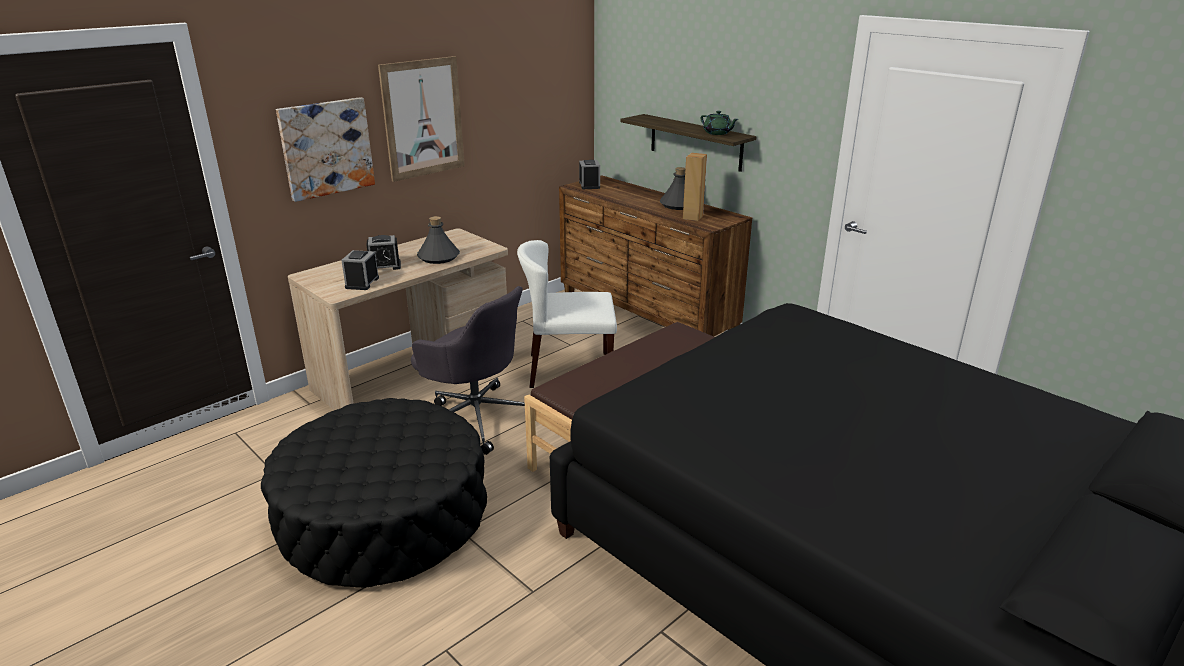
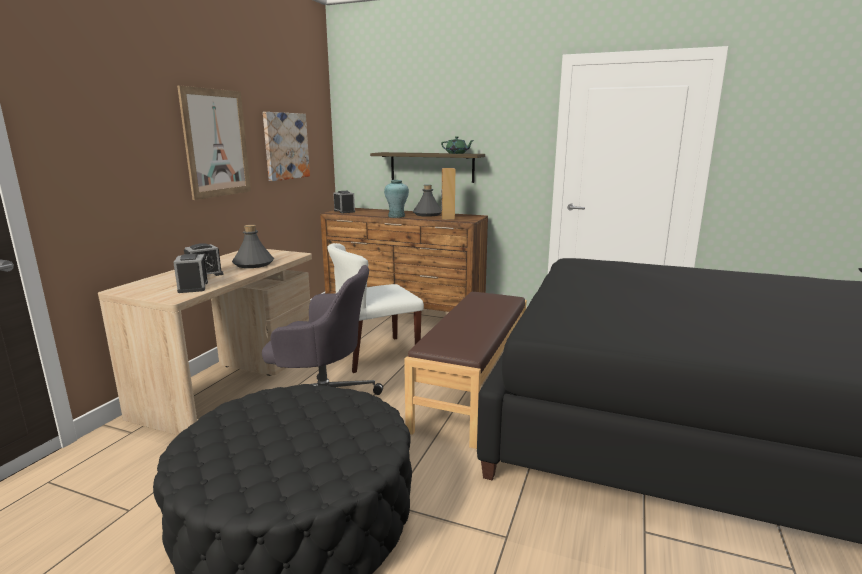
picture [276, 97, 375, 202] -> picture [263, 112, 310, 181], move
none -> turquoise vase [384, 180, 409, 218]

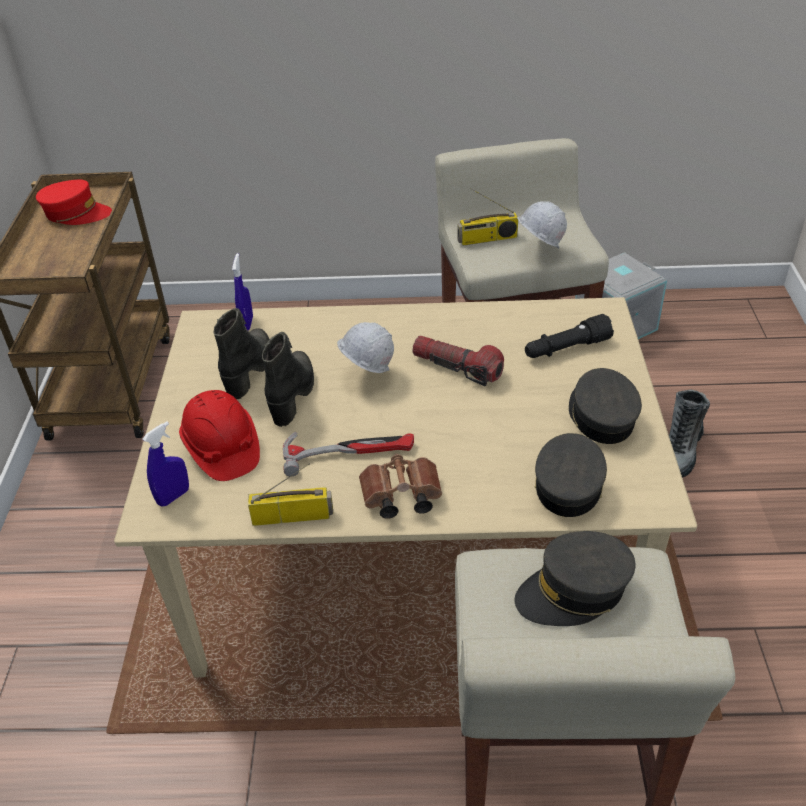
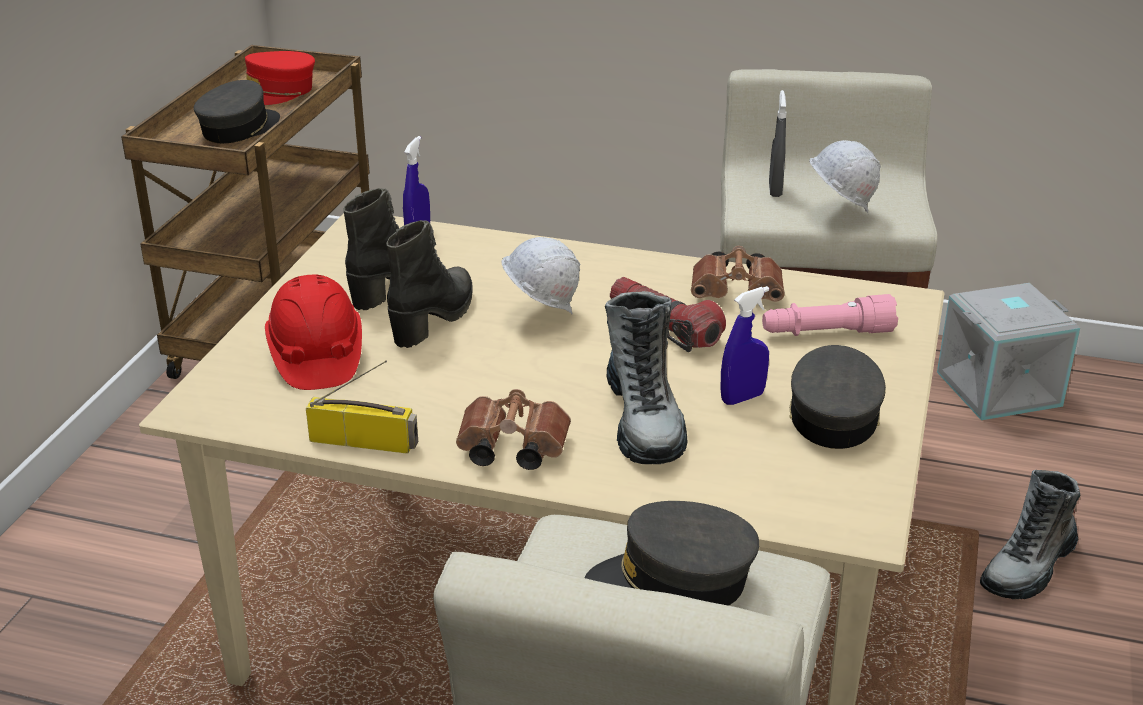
red cap [36, 180, 112, 225] -> red cap [245, 51, 315, 105], 120 degrees clockwise
blue spray bottle [143, 422, 189, 507] -> blue spray bottle [721, 286, 769, 405], move
hammer [283, 432, 414, 476] -> none
radio [457, 188, 518, 246] -> grey spray bottle [769, 90, 787, 197]
black flashlight [525, 314, 614, 358] -> pink flashlight [762, 294, 898, 336]
grey cap [534, 433, 607, 517] -> grey cap [194, 80, 280, 143], move
none -> boot [605, 291, 687, 464]
none -> brown binoculars [691, 246, 785, 302]

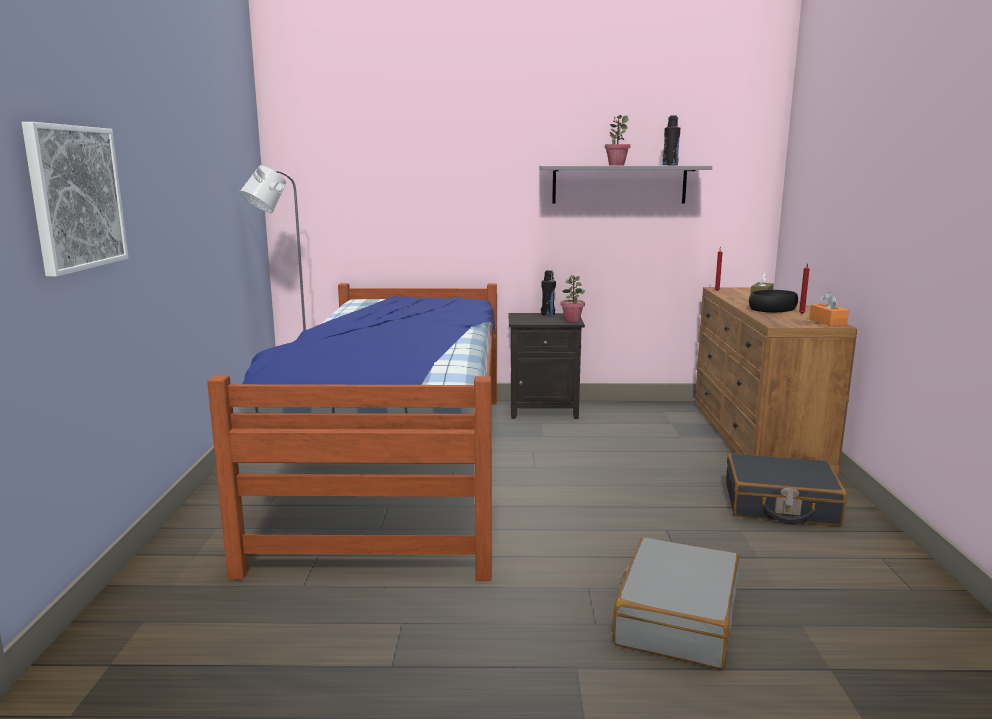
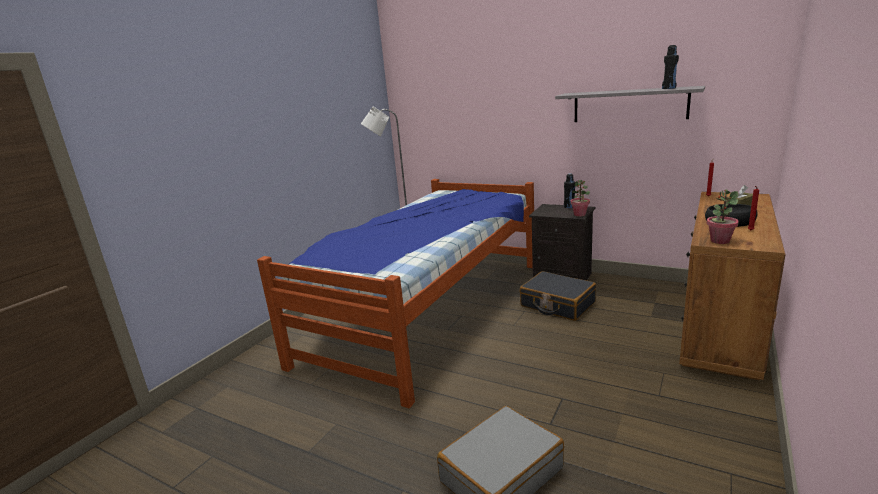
picture [22, 122, 129, 277] -> none
potted plant [605, 115, 630, 165] -> potted plant [706, 189, 739, 244], move
black suitcase [726, 453, 847, 526] -> black suitcase [520, 271, 596, 321], move
orange tissue box [809, 292, 849, 326] -> none

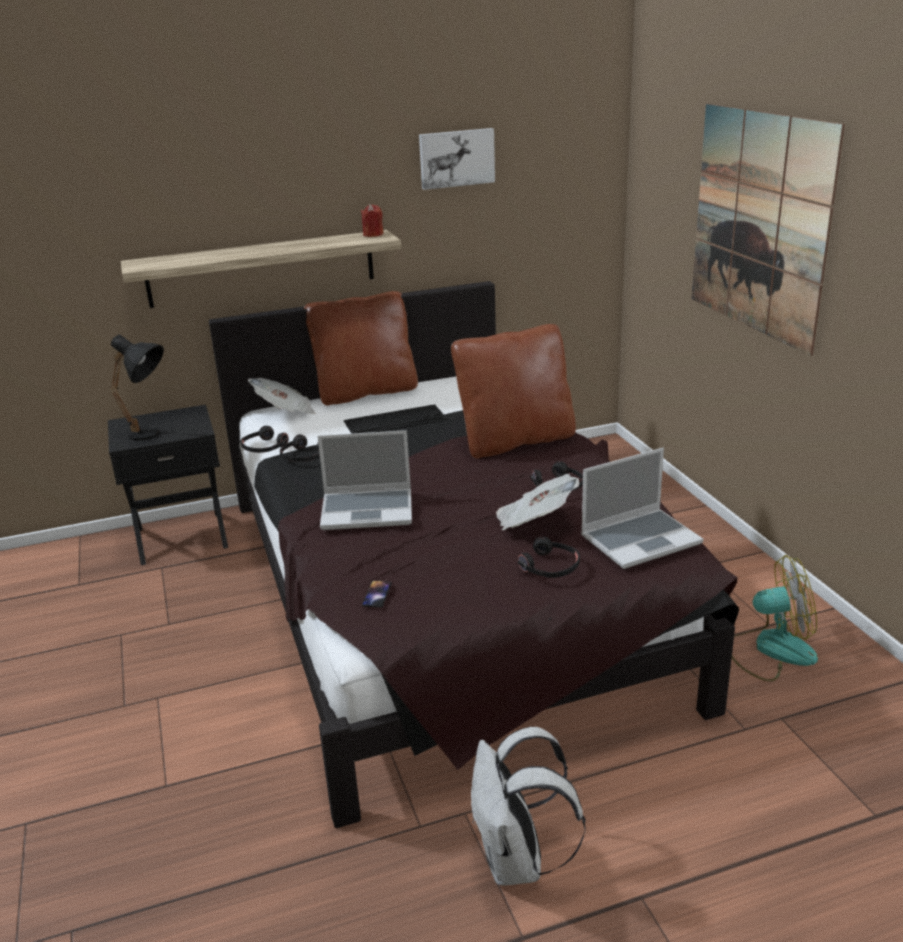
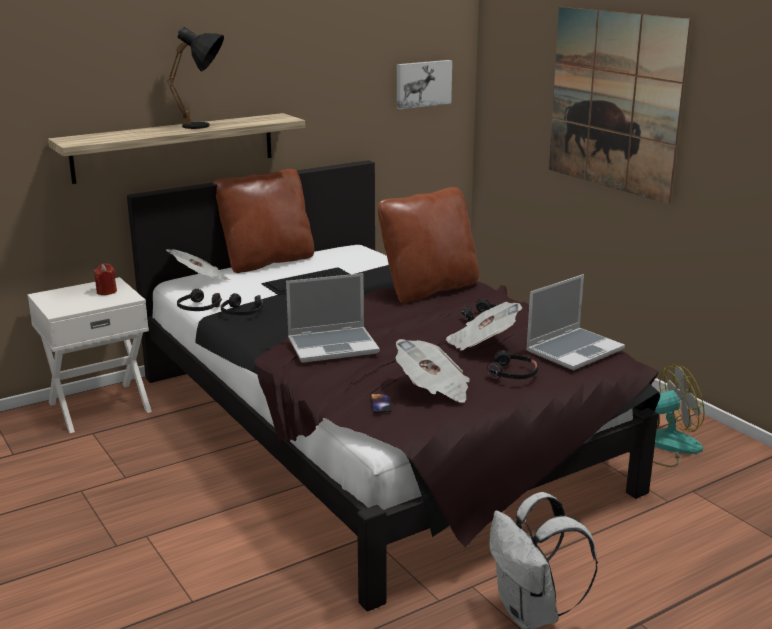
black nightstand [108, 405, 228, 565] -> white nightstand [27, 277, 152, 433]
black table lamp [109, 334, 164, 441] -> black table lamp [167, 27, 224, 129], move
red candle [361, 204, 384, 237] -> red candle [93, 263, 117, 295], move
picture [419, 128, 495, 190] -> picture [397, 60, 452, 109], move
none -> newspaper [396, 339, 470, 403]

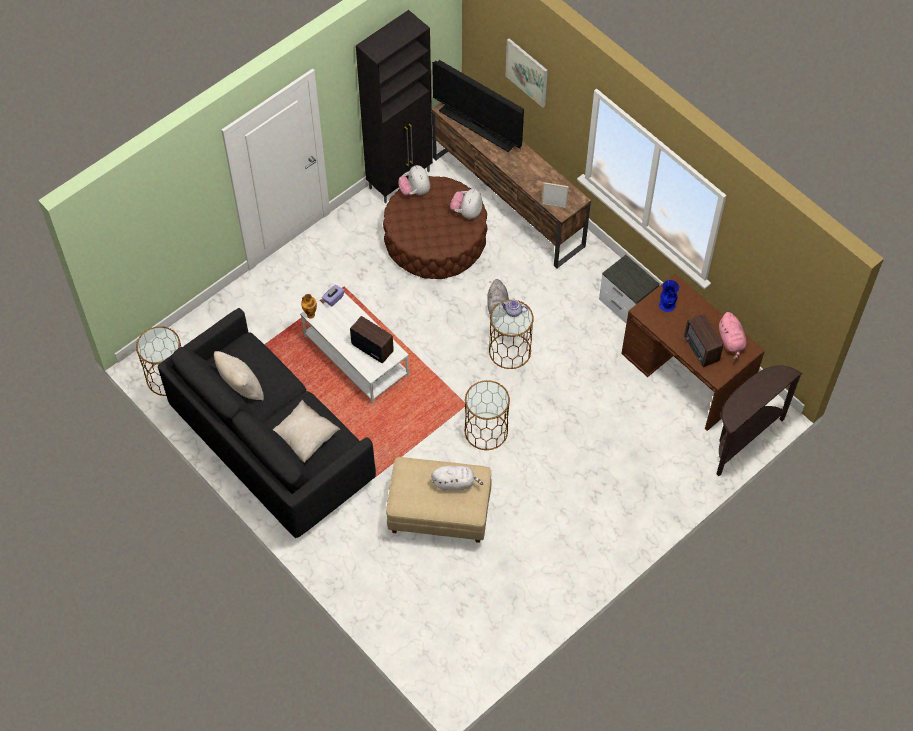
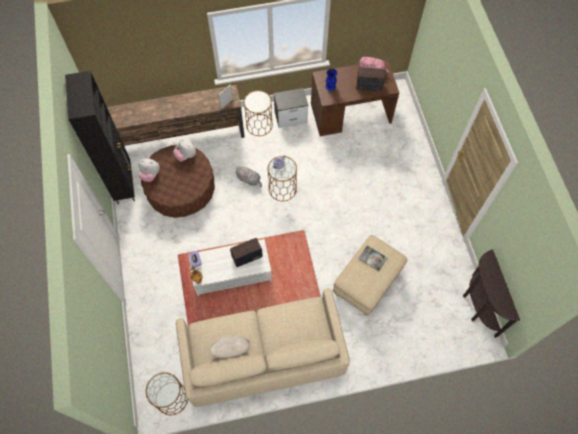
black sofa [158, 308, 376, 538] -> beige sofa [176, 288, 350, 407]
beige pillow [273, 400, 340, 463] -> none
white plush toy [431, 466, 483, 491] -> book [358, 245, 387, 271]
television [432, 60, 524, 152] -> none
brown side table [465, 380, 510, 450] -> brown side table [244, 90, 273, 136], move
picture [506, 38, 548, 107] -> none
brown console table [717, 365, 802, 476] -> brown console table [463, 249, 520, 338], move

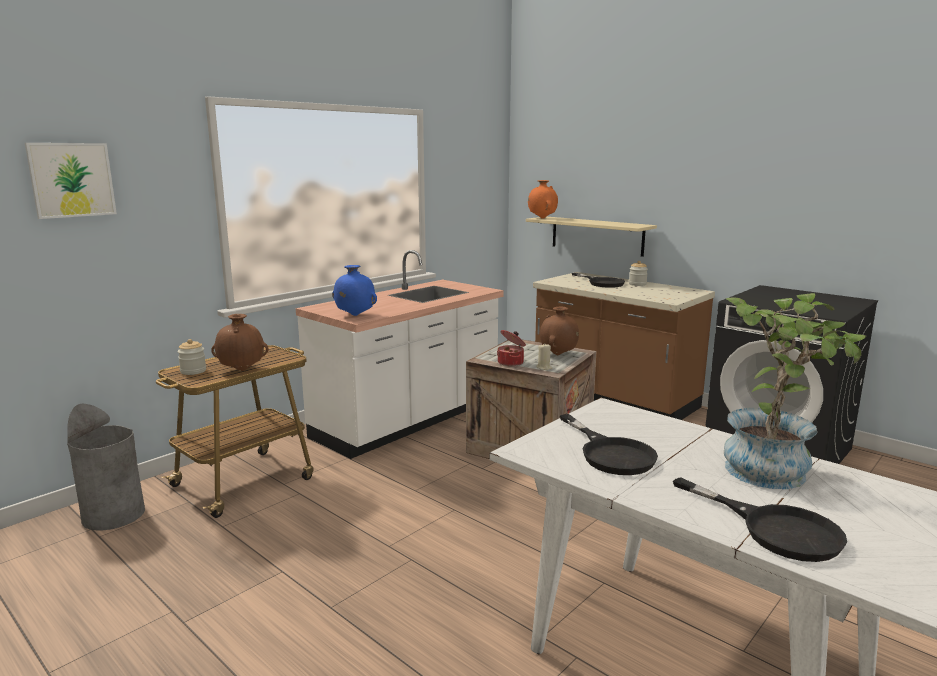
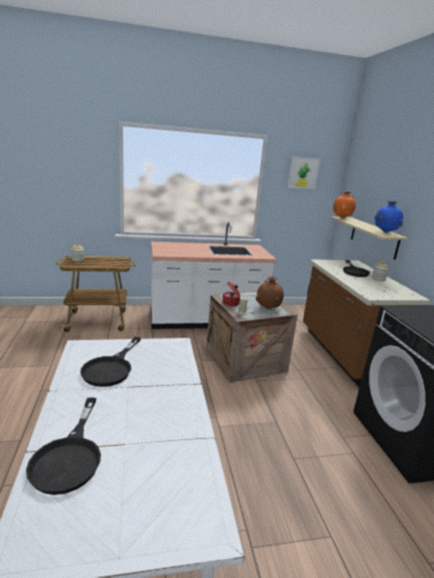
picture [25, 143, 117, 219] -> picture [288, 157, 320, 189], move
grey trash can [67, 404, 145, 531] -> none
brown vase [211, 314, 269, 371] -> none
blue vase [332, 265, 377, 316] -> blue vase [374, 201, 403, 233], move
potted plant [724, 293, 866, 489] -> none

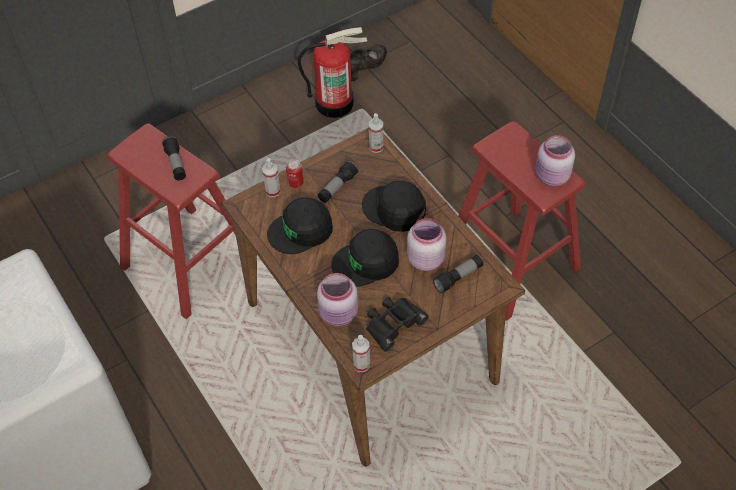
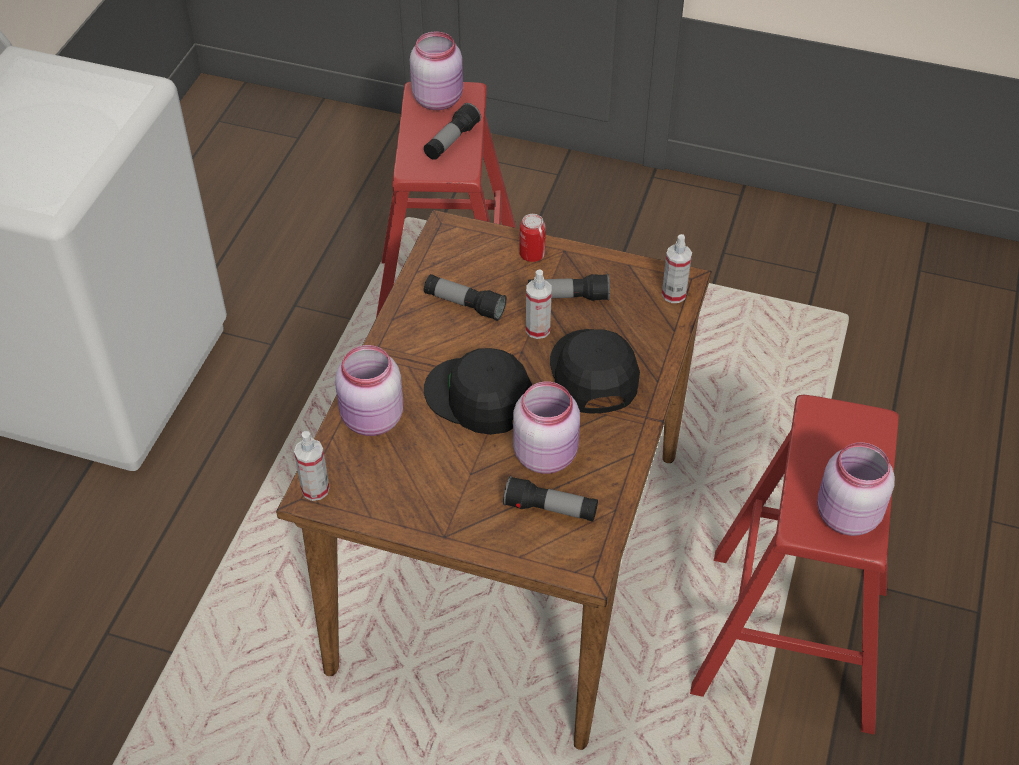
spray bottle [262, 158, 281, 197] -> spray bottle [526, 269, 552, 339], move
black cap [267, 197, 333, 254] -> flashlight [424, 274, 507, 321]
fire extinguisher [298, 27, 367, 118] -> none
black shoe [350, 45, 387, 81] -> none
black binoculars [366, 297, 429, 352] -> none
none -> pink jar [410, 31, 463, 110]

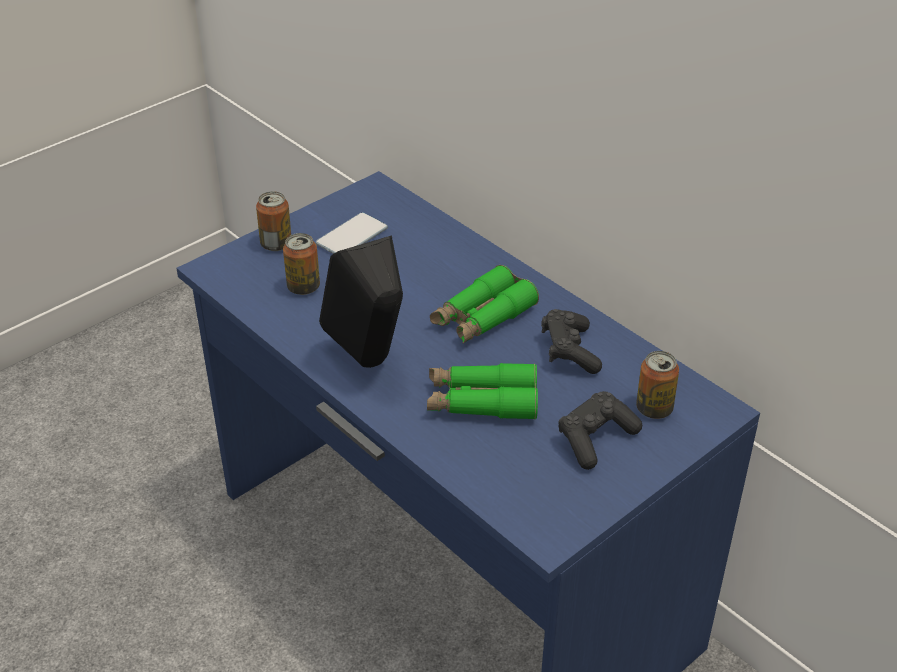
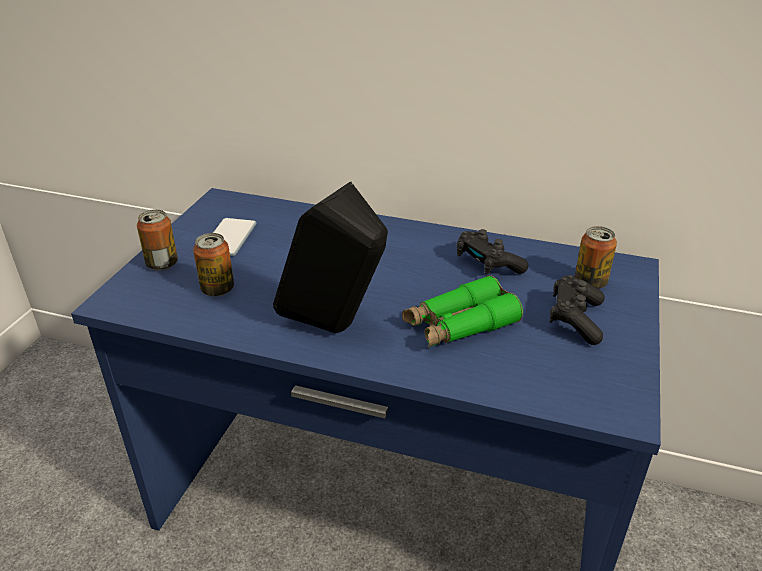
green binoculars [430, 265, 539, 343] -> none

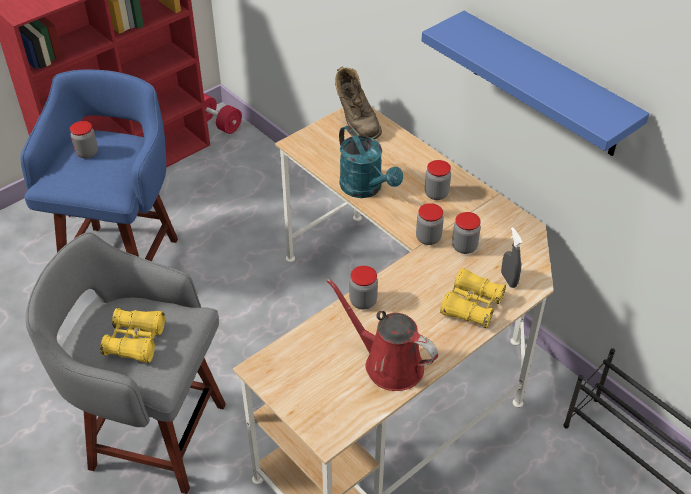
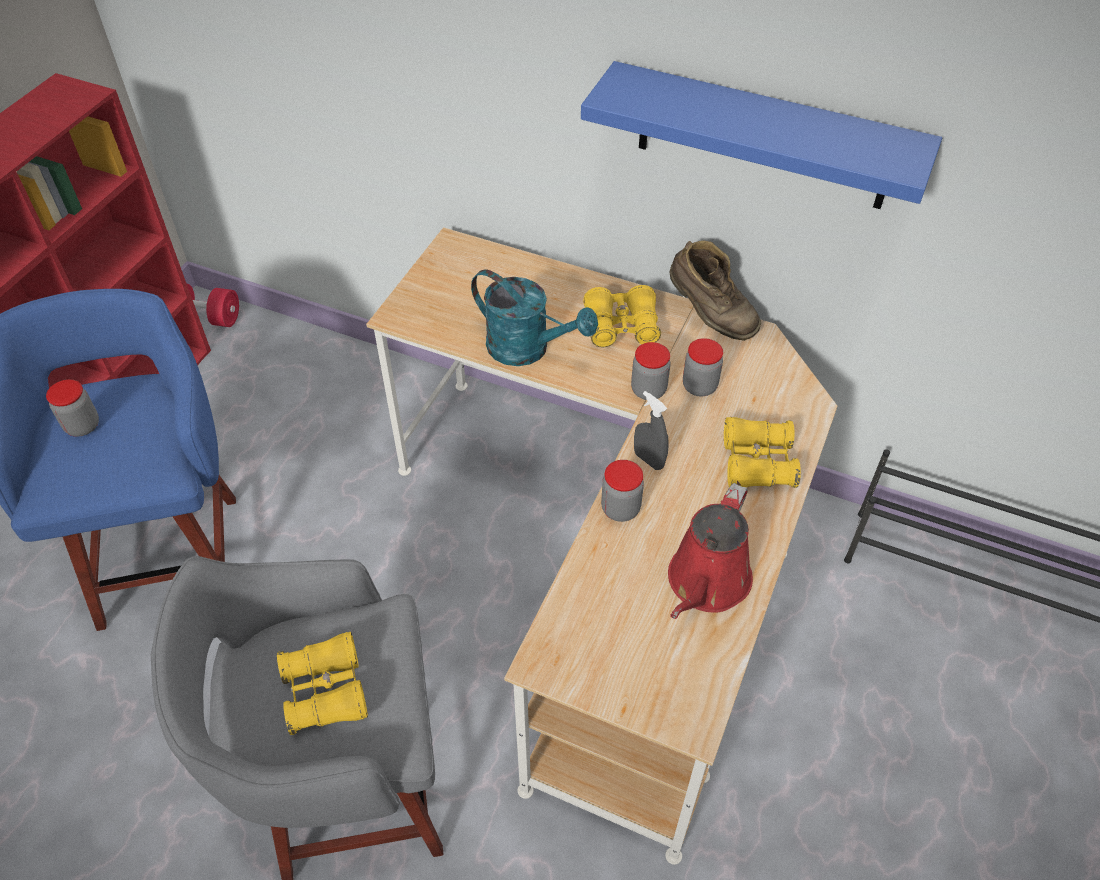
red watering can [327, 278, 438, 391] -> red watering can [668, 483, 753, 619], 75 degrees counterclockwise
brown boot [335, 66, 382, 139] -> brown boot [669, 240, 761, 341], move
jar [425, 160, 451, 200] -> yellow binoculars [583, 285, 661, 347]
grey spray bottle [501, 227, 523, 288] -> grey spray bottle [634, 391, 669, 470], move

